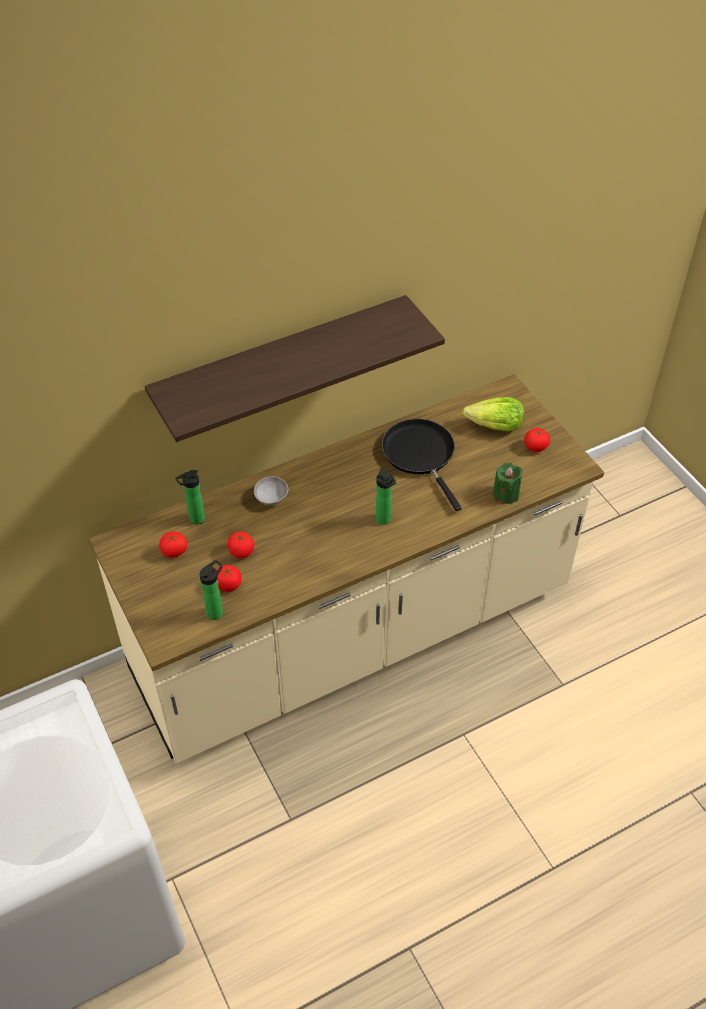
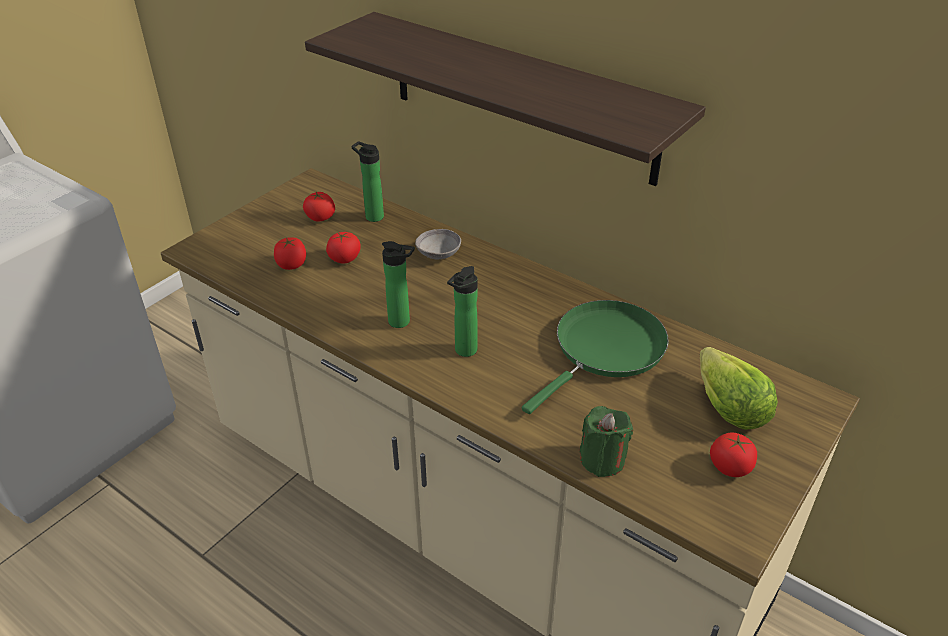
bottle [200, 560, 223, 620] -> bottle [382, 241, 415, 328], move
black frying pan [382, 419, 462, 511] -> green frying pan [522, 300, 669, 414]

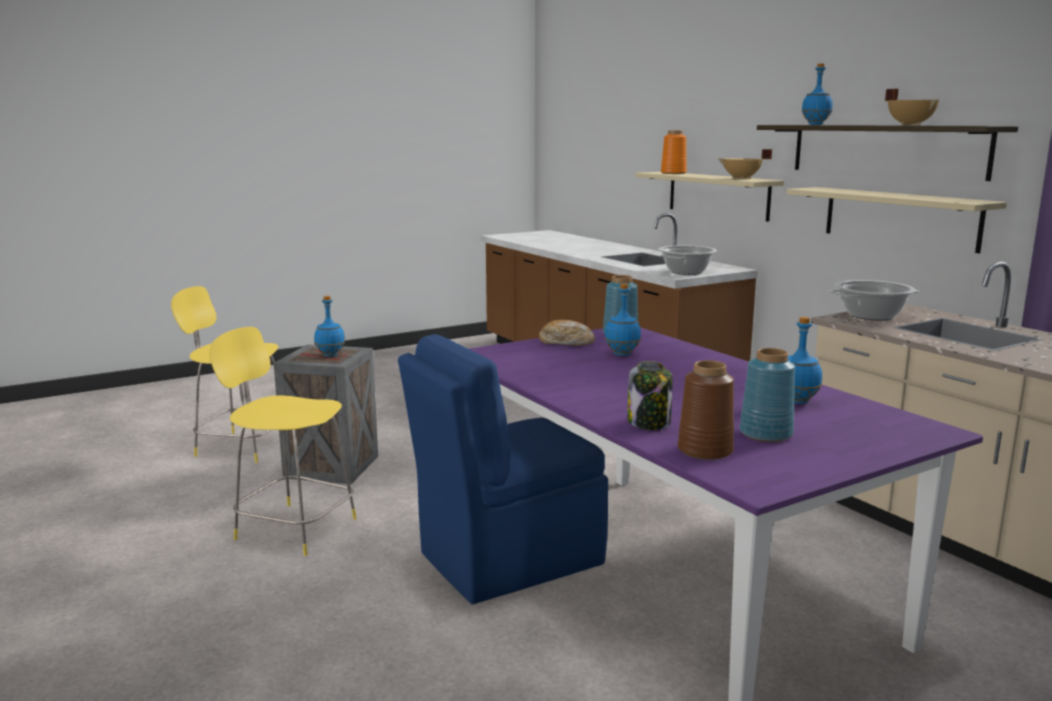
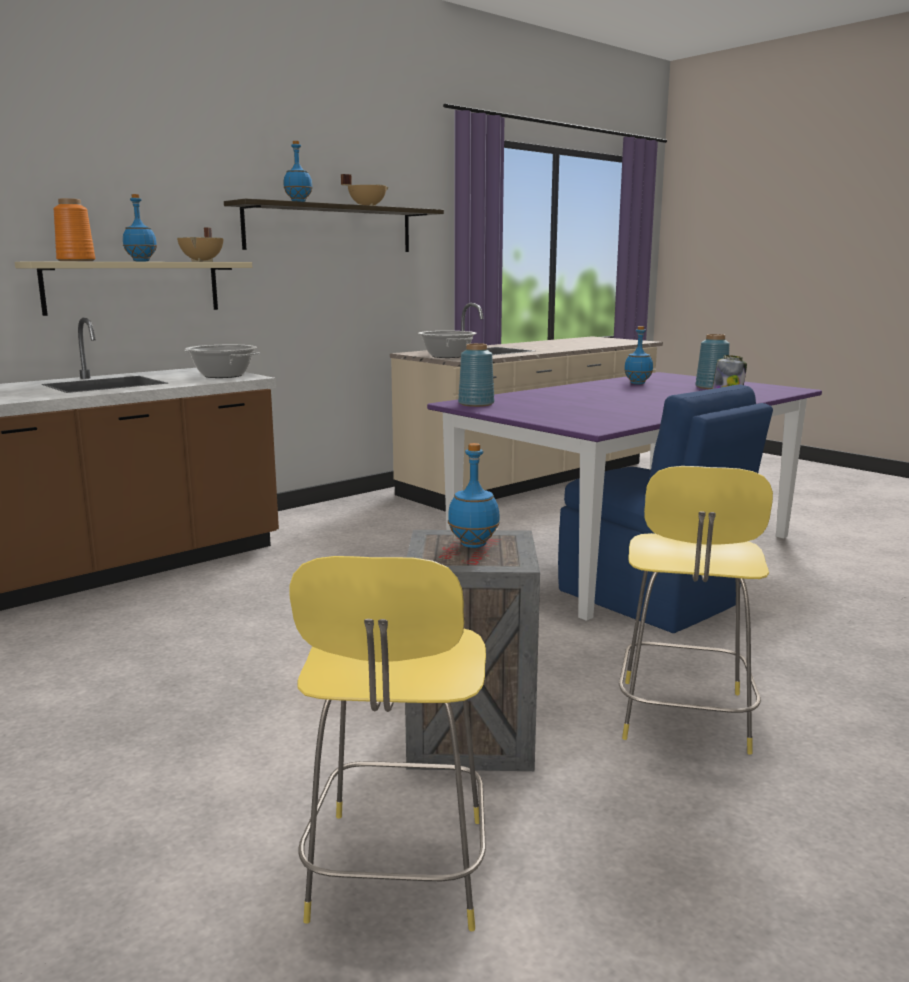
bread [539, 320, 595, 346] -> none
blue bottle [605, 283, 641, 356] -> blue bottle [123, 194, 157, 261], move
brown vase [678, 360, 734, 460] -> none
beige shelf [787, 187, 1007, 253] -> none

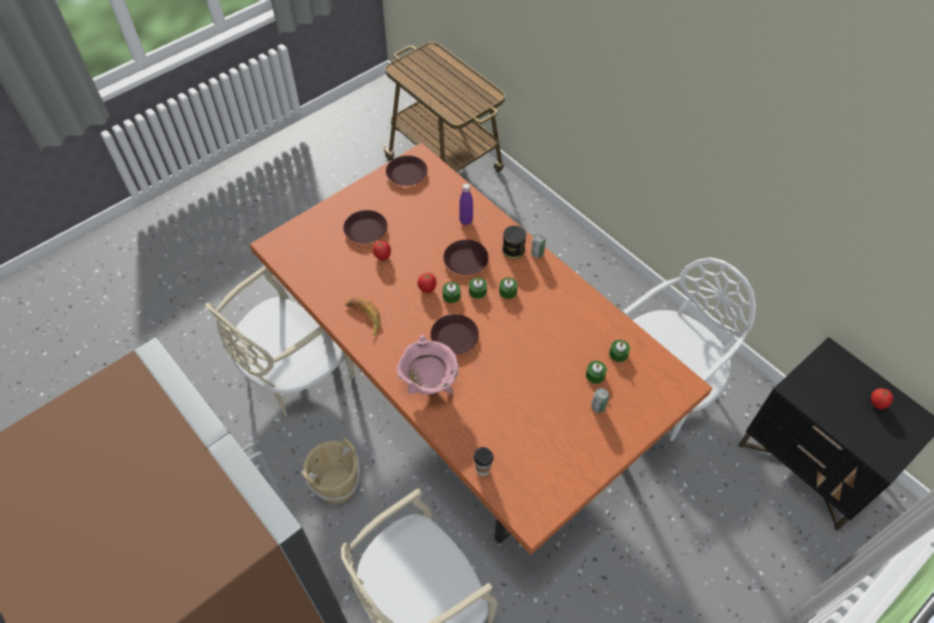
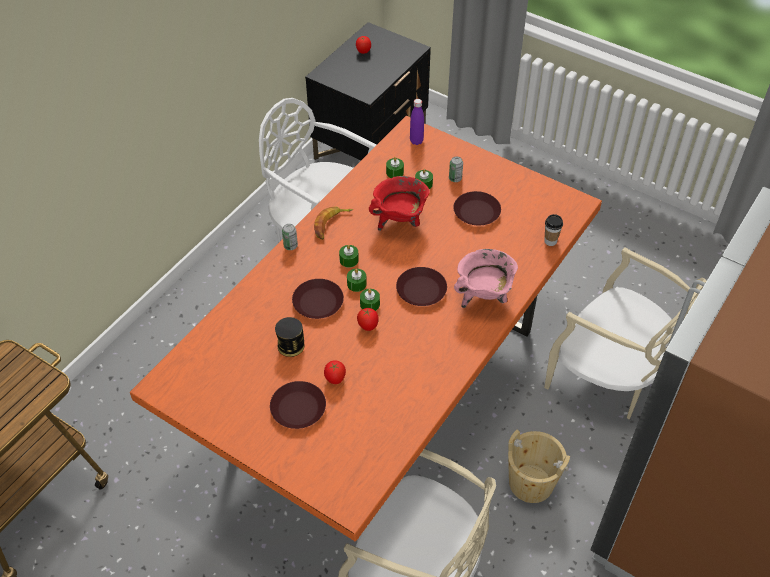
banana [345, 298, 381, 337] -> banana [314, 206, 353, 240], move
brown plate [386, 156, 427, 186] -> brown plate [453, 191, 501, 225], move
purple bottle [459, 183, 473, 225] -> purple bottle [410, 99, 424, 145], move
can [502, 226, 526, 259] -> can [275, 317, 304, 357], move
none -> red cooking pot [369, 176, 430, 231]

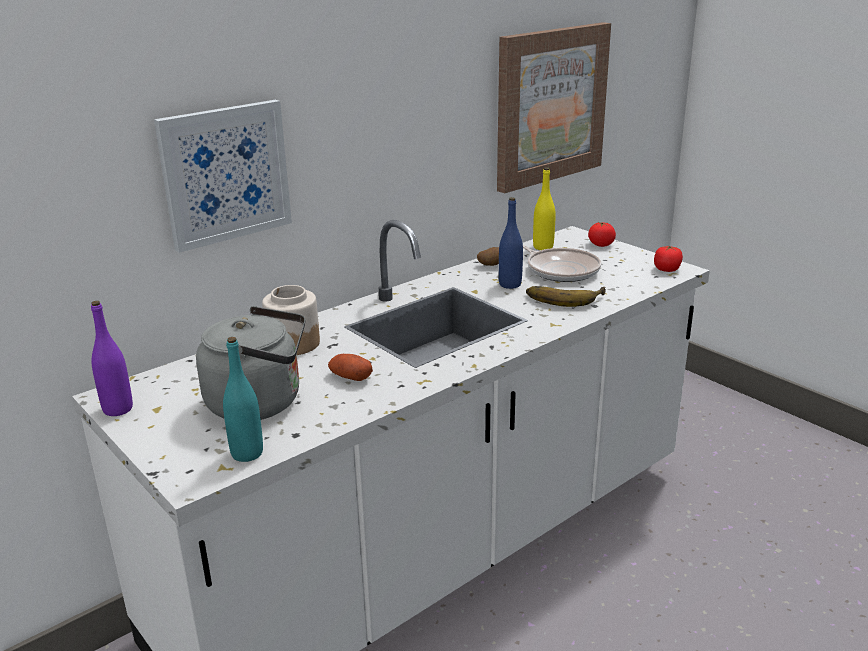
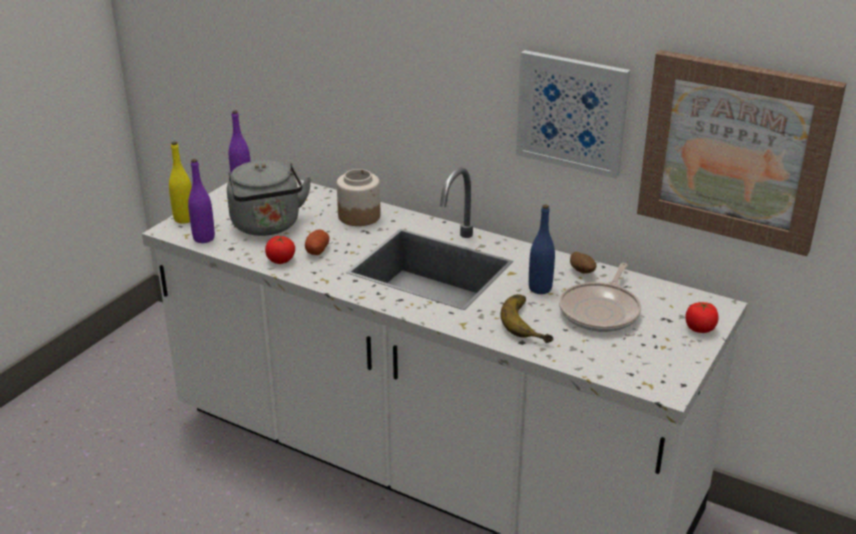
picture [154, 100, 292, 253] -> picture [516, 50, 630, 179], move
turquoise bottle [223, 337, 263, 462] -> purple bottle [188, 159, 215, 243]
yellow bottle [533, 167, 556, 250] -> yellow bottle [169, 142, 192, 224], move
tomato [654, 245, 683, 272] -> tomato [265, 236, 295, 264], move

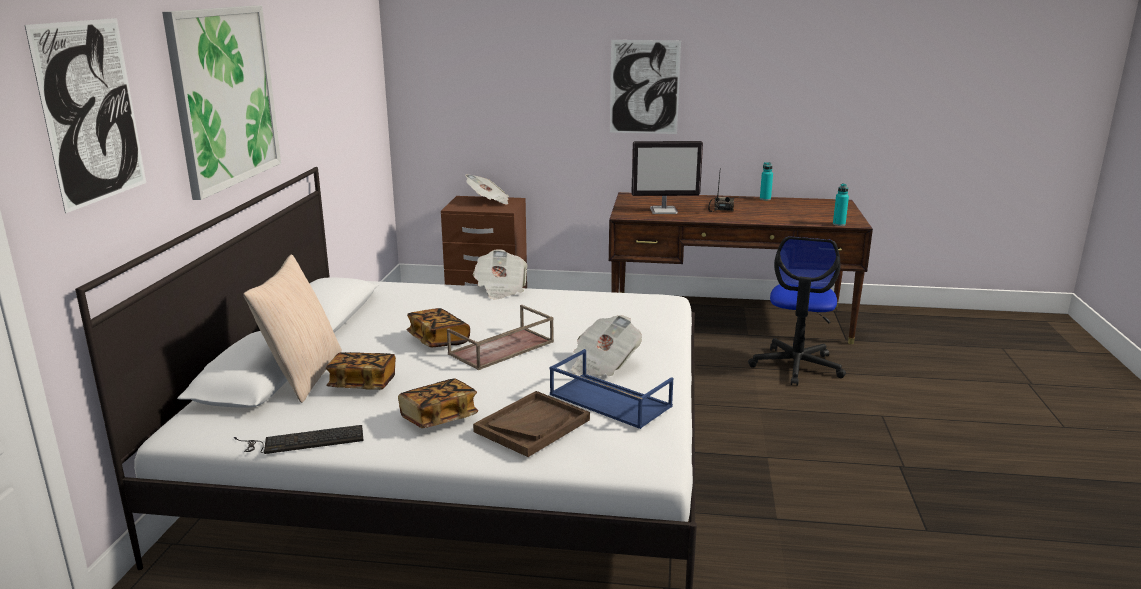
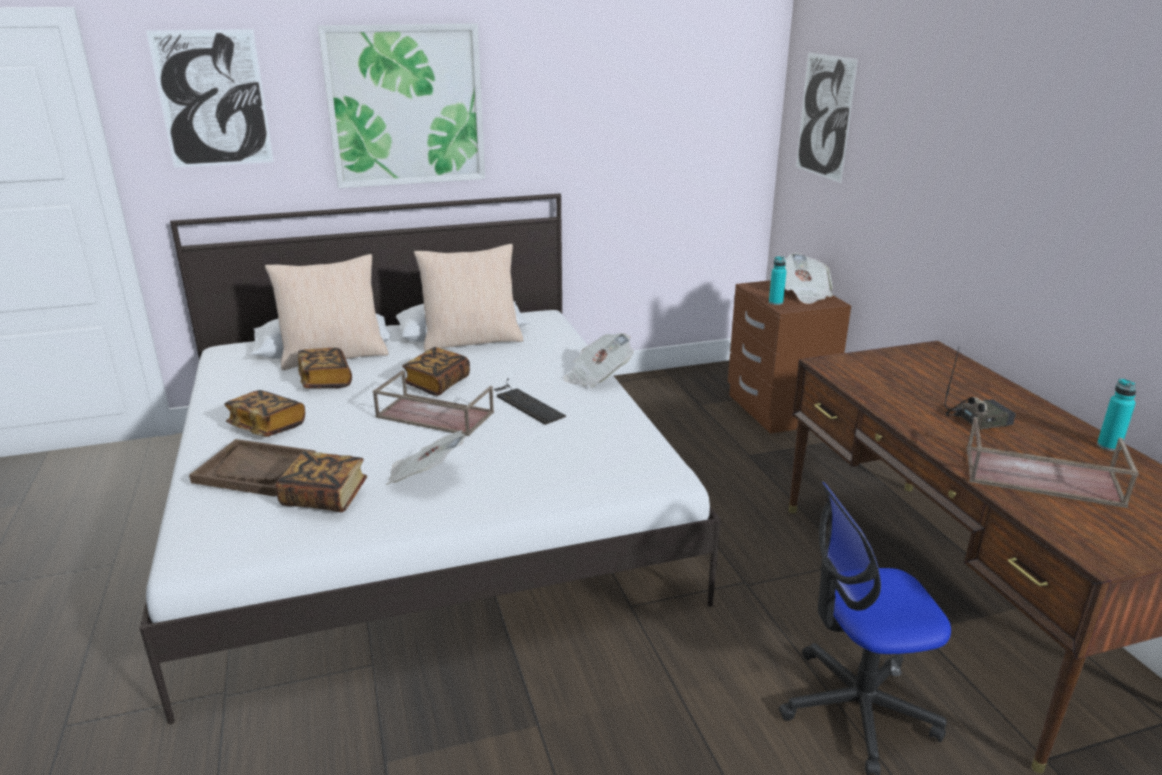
keyboard [234, 425, 364, 454] -> keyboard [493, 378, 566, 425], move
blue tray [550, 349, 673, 429] -> book [275, 451, 367, 512]
picture [610, 40, 681, 134] -> picture [796, 52, 858, 183], move
monitor [631, 141, 703, 214] -> none
turquoise bottle [833, 184, 849, 226] -> turquoise bottle [769, 257, 787, 305], move
none -> beige pillow [414, 244, 523, 351]
none -> brown tray [966, 417, 1139, 508]

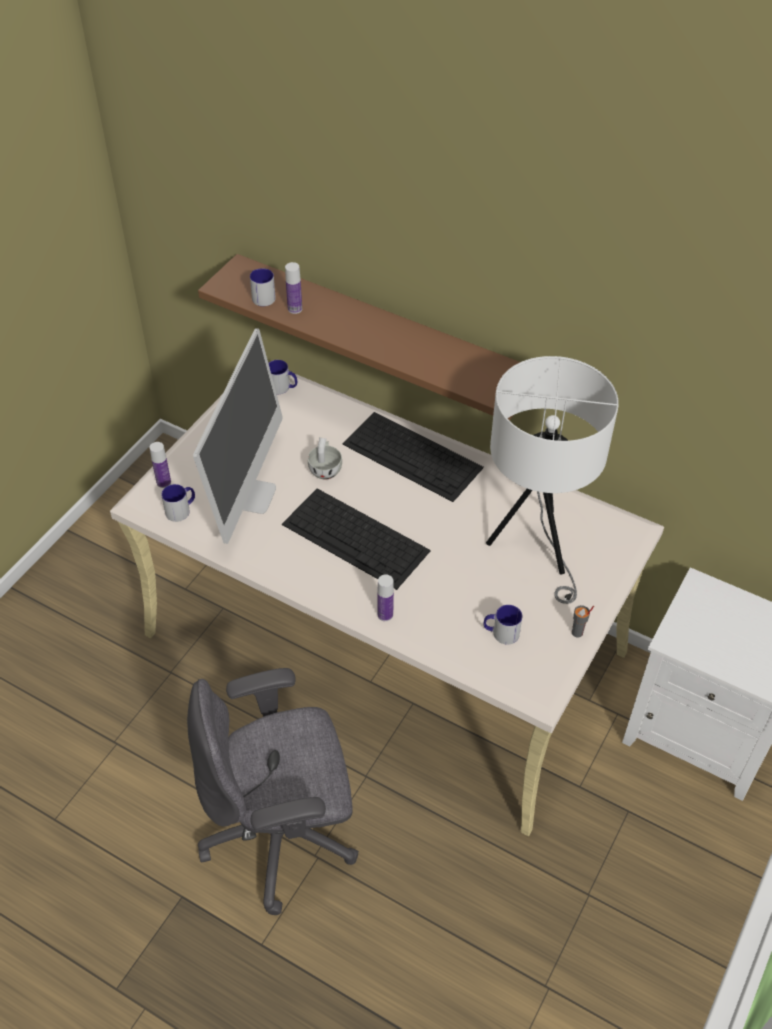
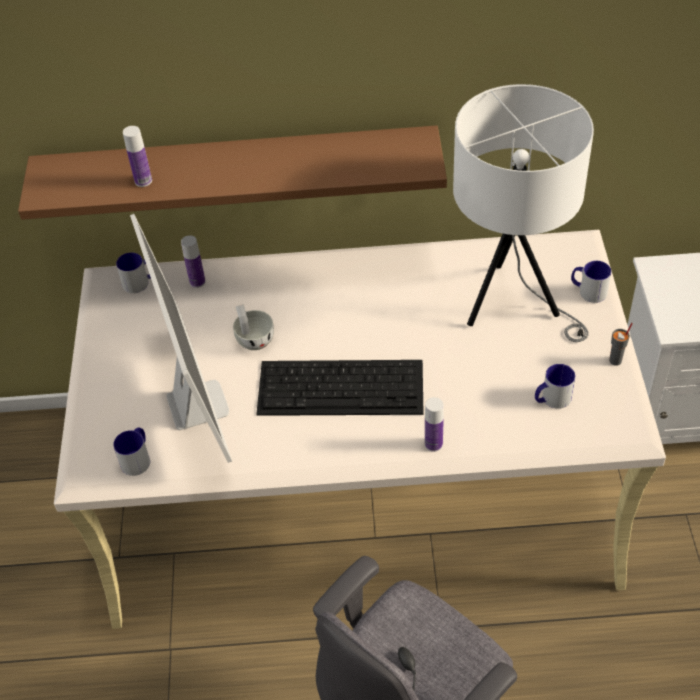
bottle [149, 442, 171, 488] -> bottle [181, 235, 206, 288], move
mug [250, 268, 276, 306] -> mug [571, 261, 611, 303], move
keyboard [342, 412, 484, 502] -> none

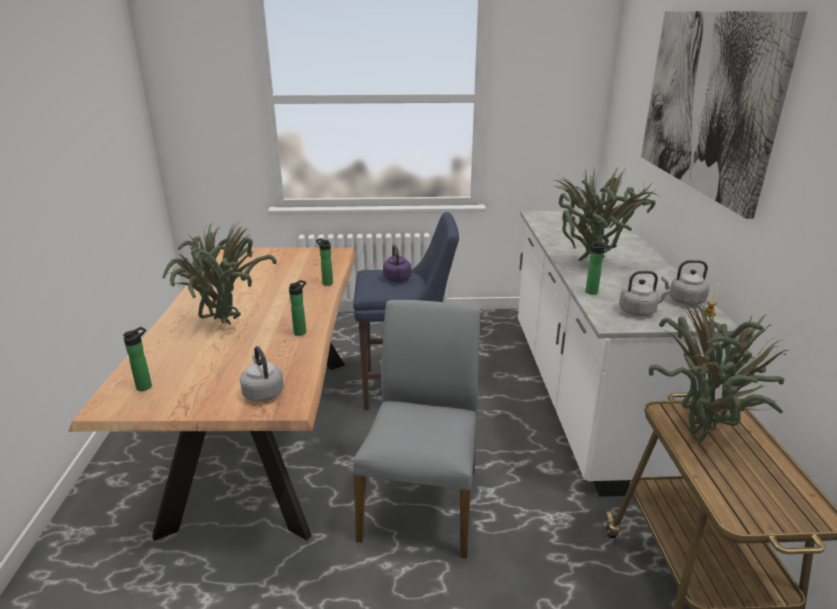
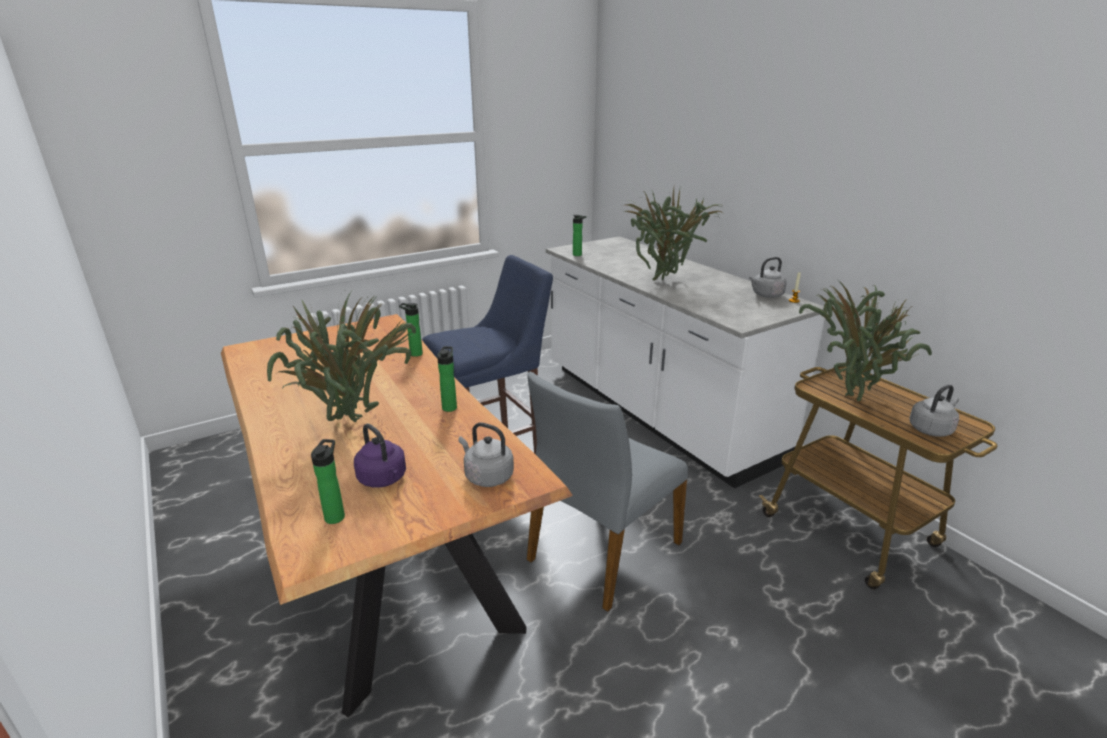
grey chair [353, 300, 480, 559] -> grey chair [527, 371, 688, 612], 120 degrees counterclockwise
purple kettle [383, 244, 411, 281] -> purple kettle [354, 423, 406, 488], move
bottle [585, 241, 610, 295] -> bottle [573, 215, 587, 256], move
grey kettle [619, 271, 671, 316] -> grey kettle [909, 384, 959, 437], move
picture [641, 11, 807, 219] -> none

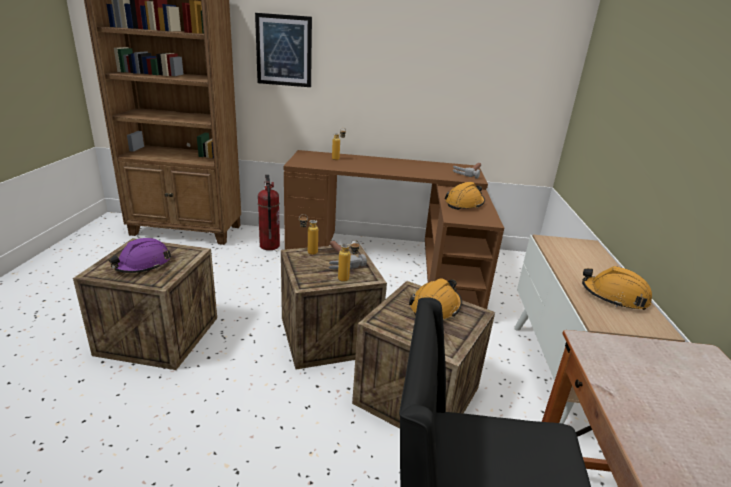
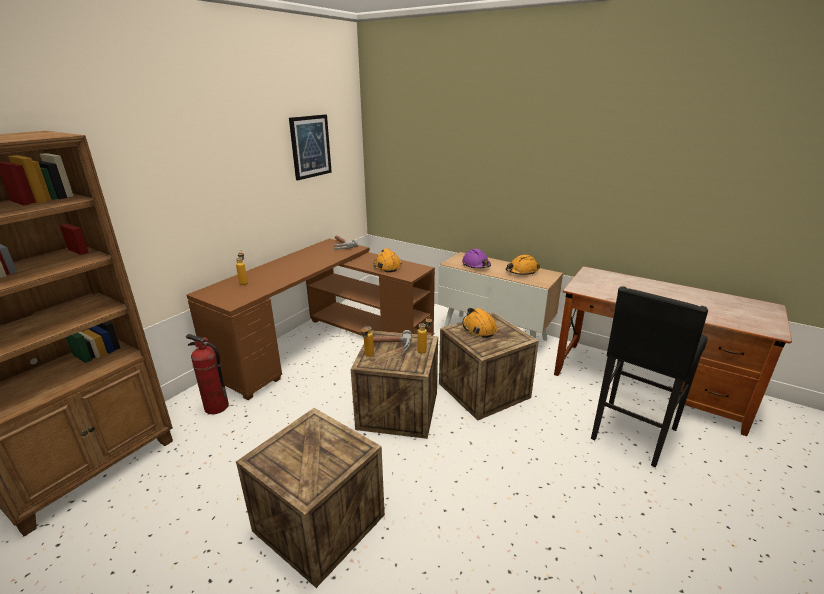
purple hard hat [109, 238, 171, 273] -> purple hard hat [462, 249, 491, 269], move
picture [255, 13, 312, 87] -> picture [289, 114, 332, 180], move

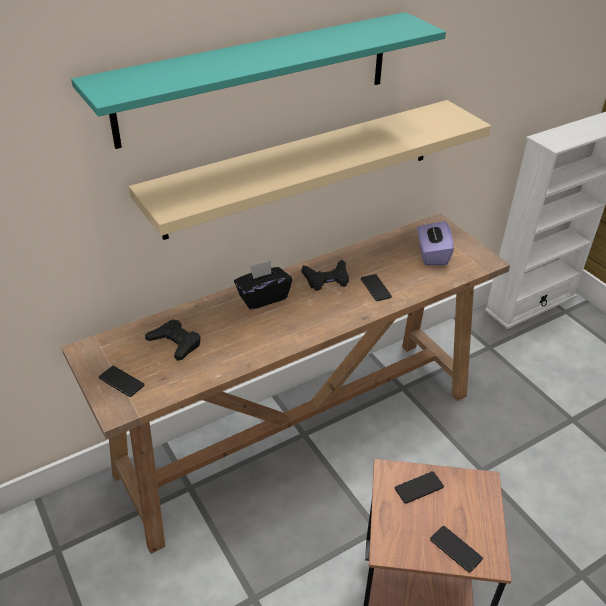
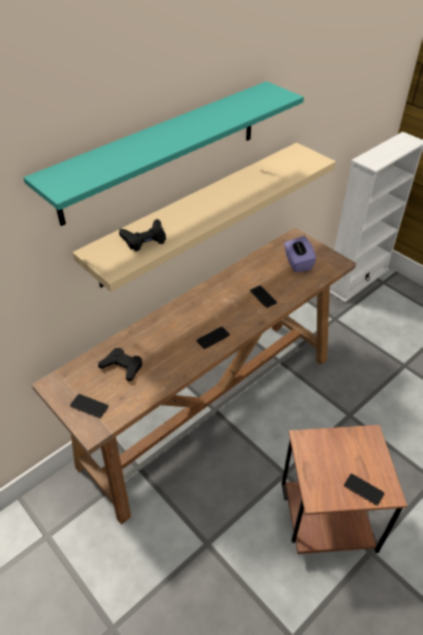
black tissue box [234, 261, 292, 310] -> none
black game controller [302, 260, 349, 291] -> black game controller [119, 219, 166, 251], move
phone [395, 471, 444, 504] -> phone [196, 327, 230, 349], move

